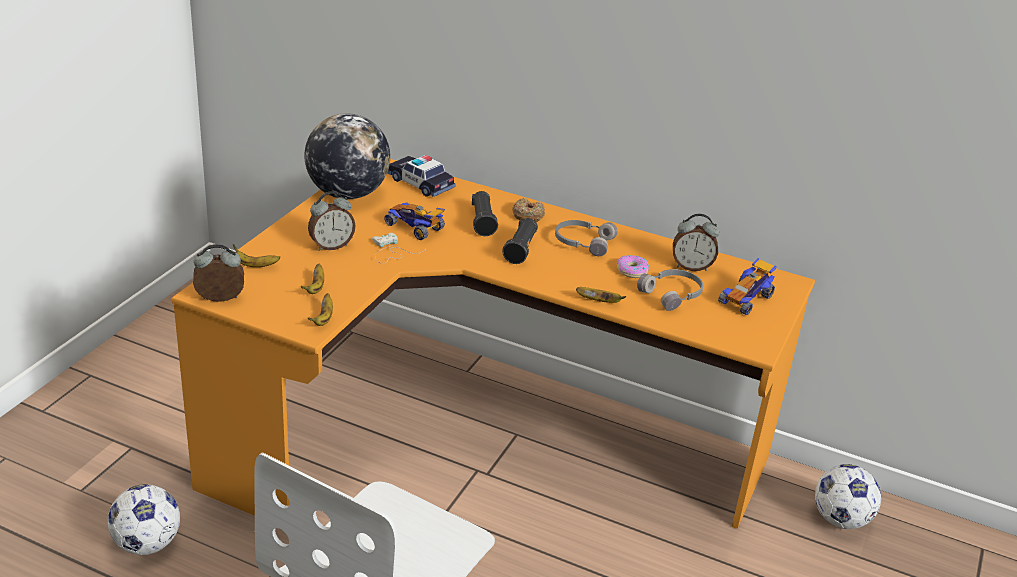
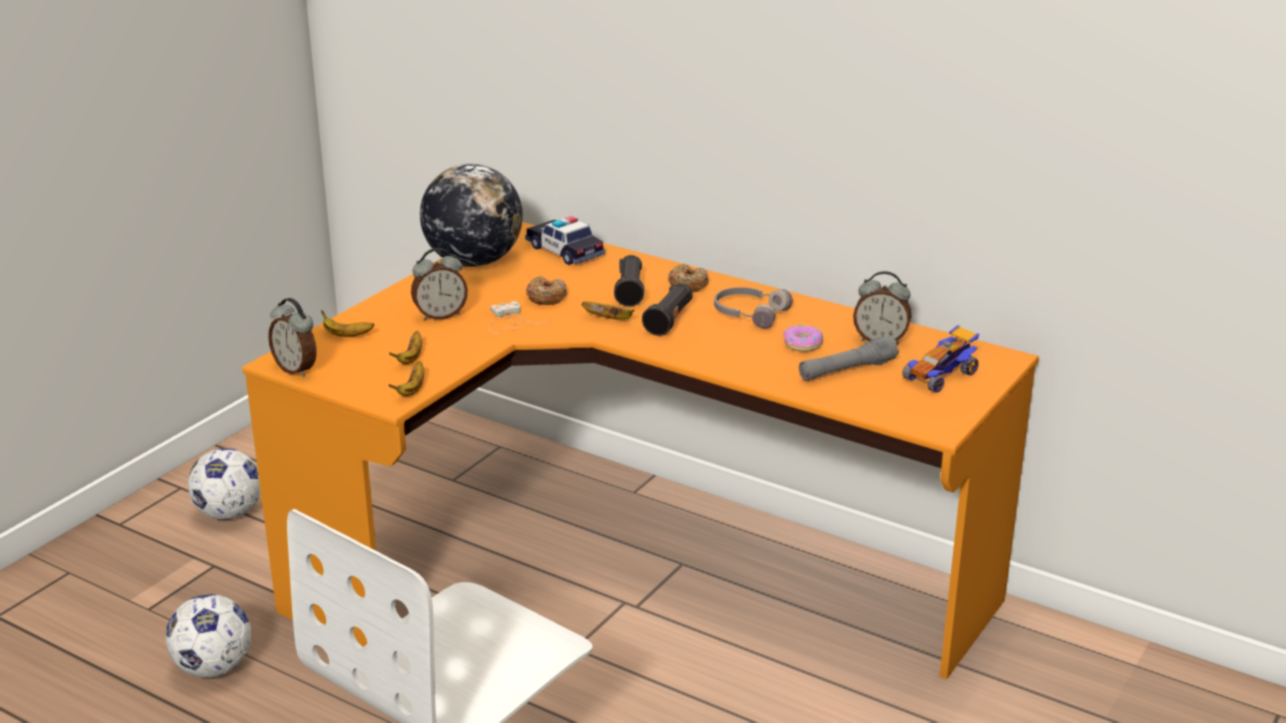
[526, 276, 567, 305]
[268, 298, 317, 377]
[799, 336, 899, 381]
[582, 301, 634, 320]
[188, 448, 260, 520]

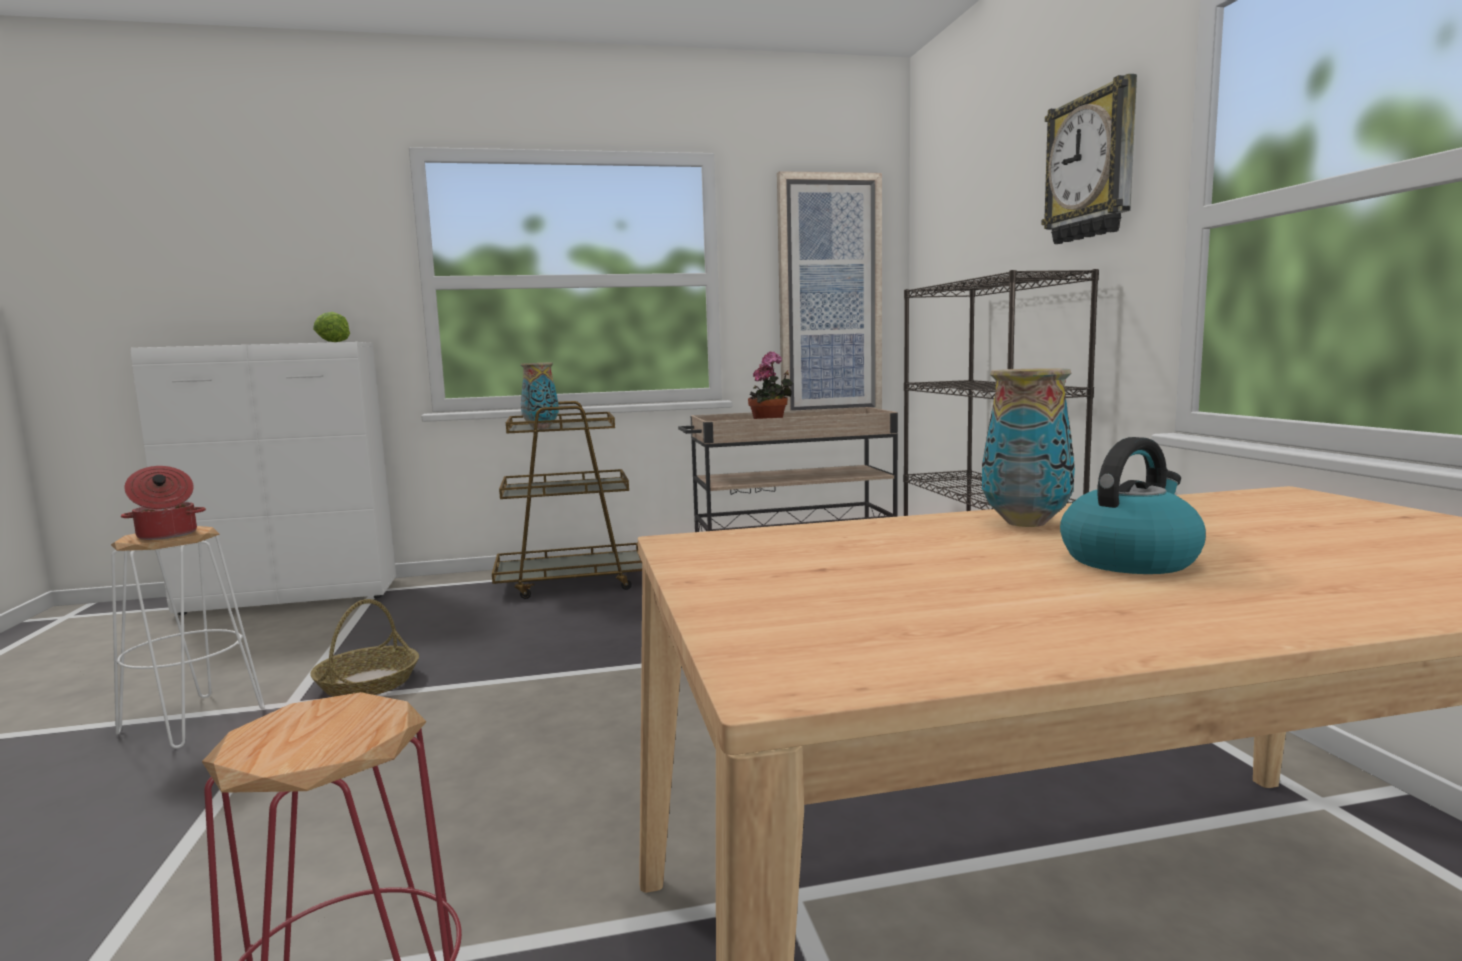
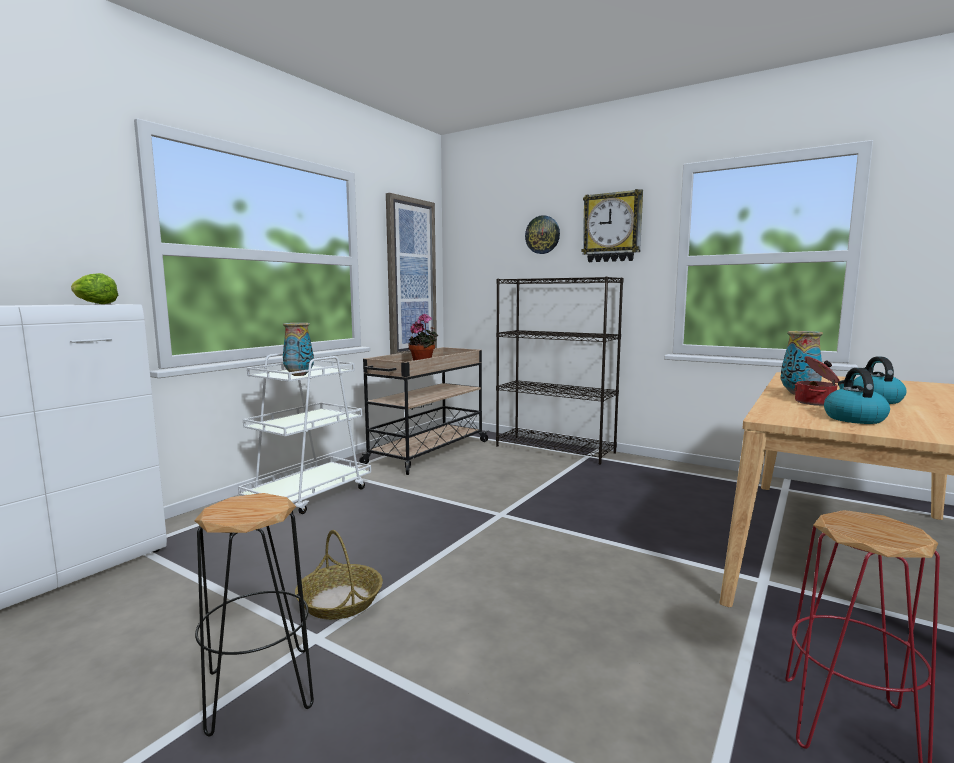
[238, 353, 371, 514]
[794, 356, 839, 406]
[194, 493, 314, 737]
[525, 215, 560, 254]
[824, 368, 890, 424]

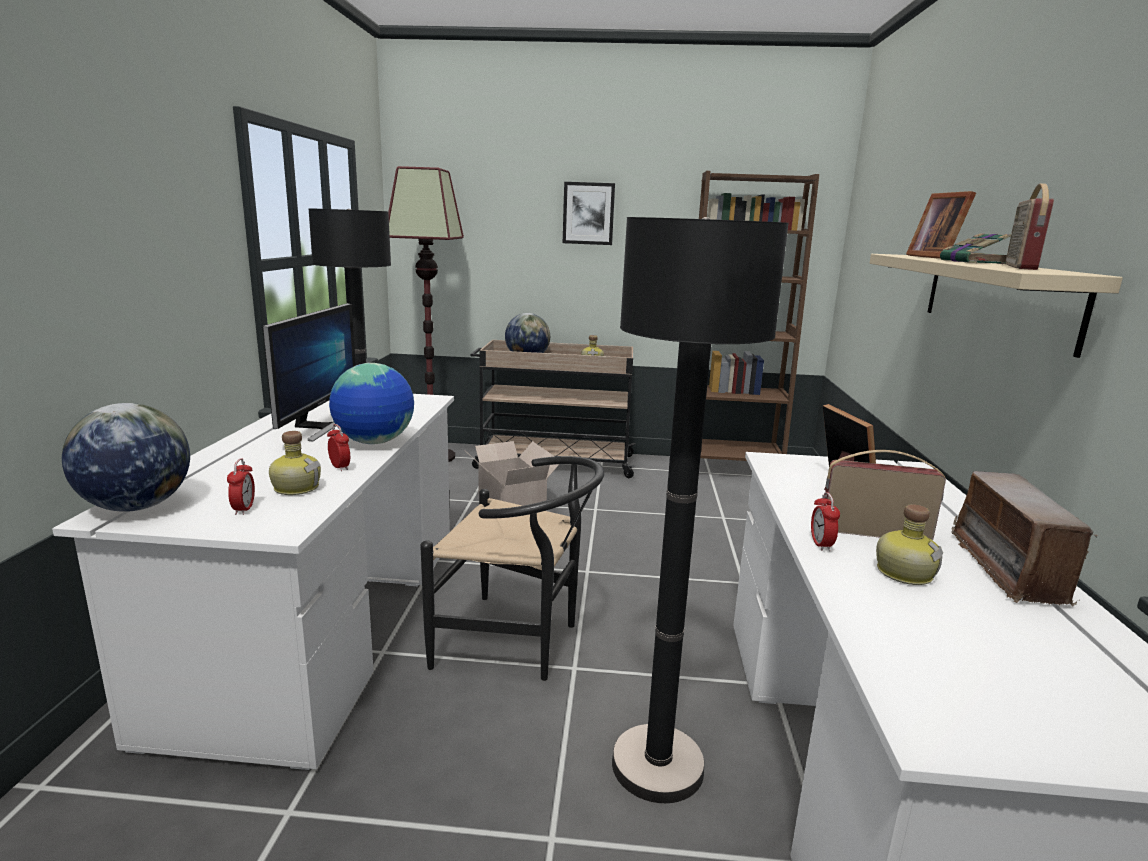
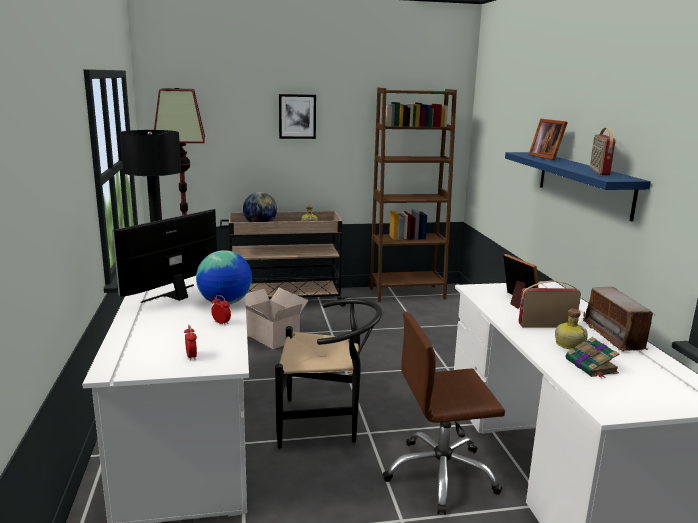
[382, 312, 505, 515]
[565, 337, 619, 378]
[505, 152, 651, 221]
[112, 209, 217, 303]
[62, 403, 190, 512] (first image)
[269, 431, 321, 495] (first image)
[811, 492, 840, 551] (first image)

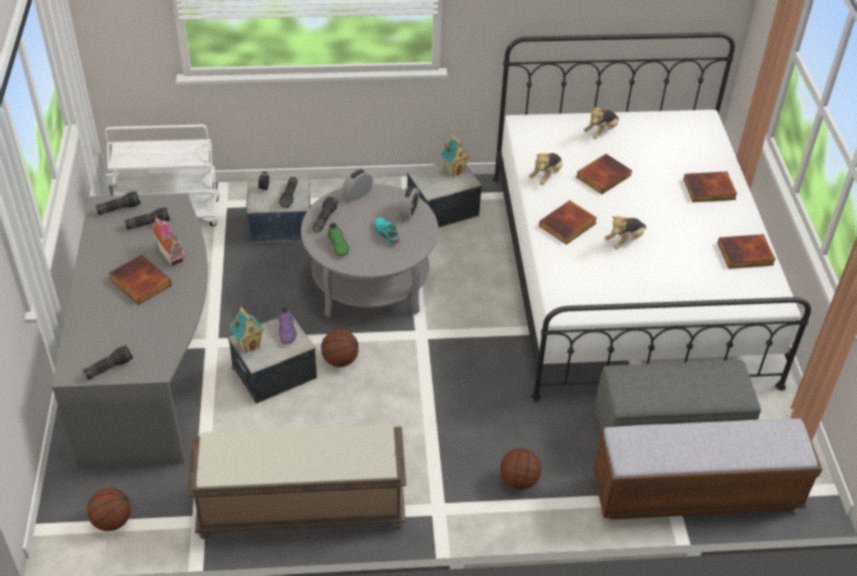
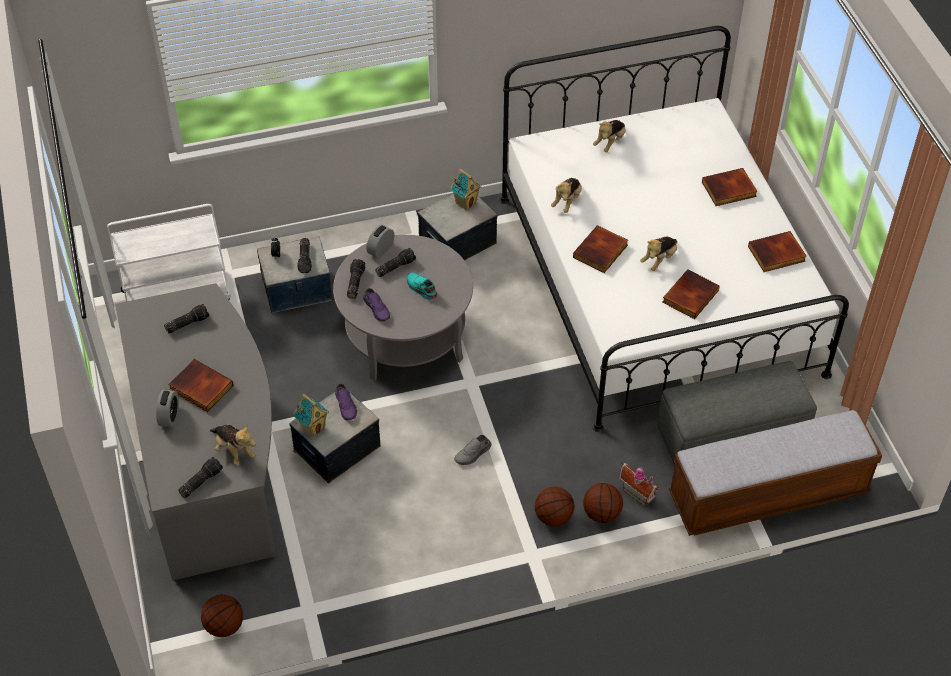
[662, 269, 720, 319]
[156, 390, 179, 427]
[375, 248, 416, 277]
[620, 462, 659, 506]
[363, 288, 390, 322]
[535, 486, 575, 527]
[187, 424, 406, 539] (first image)
[210, 425, 256, 466]
[454, 435, 492, 465]

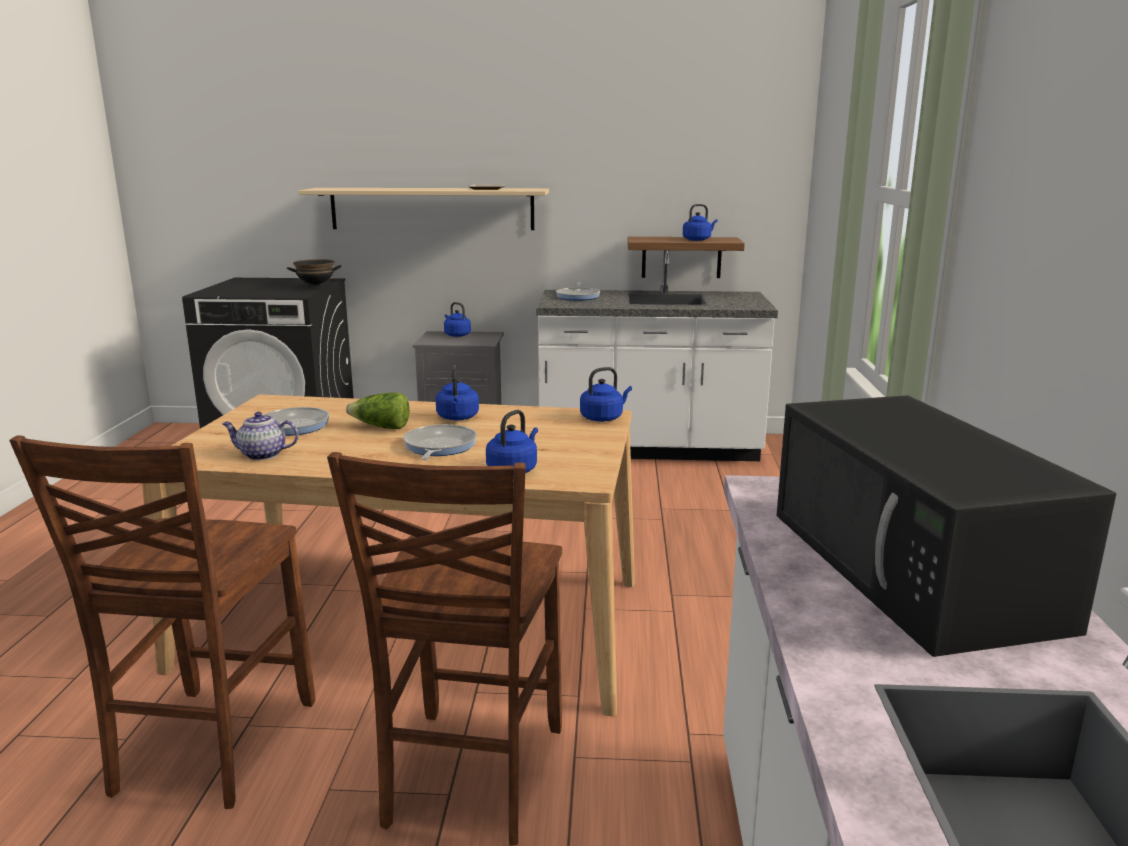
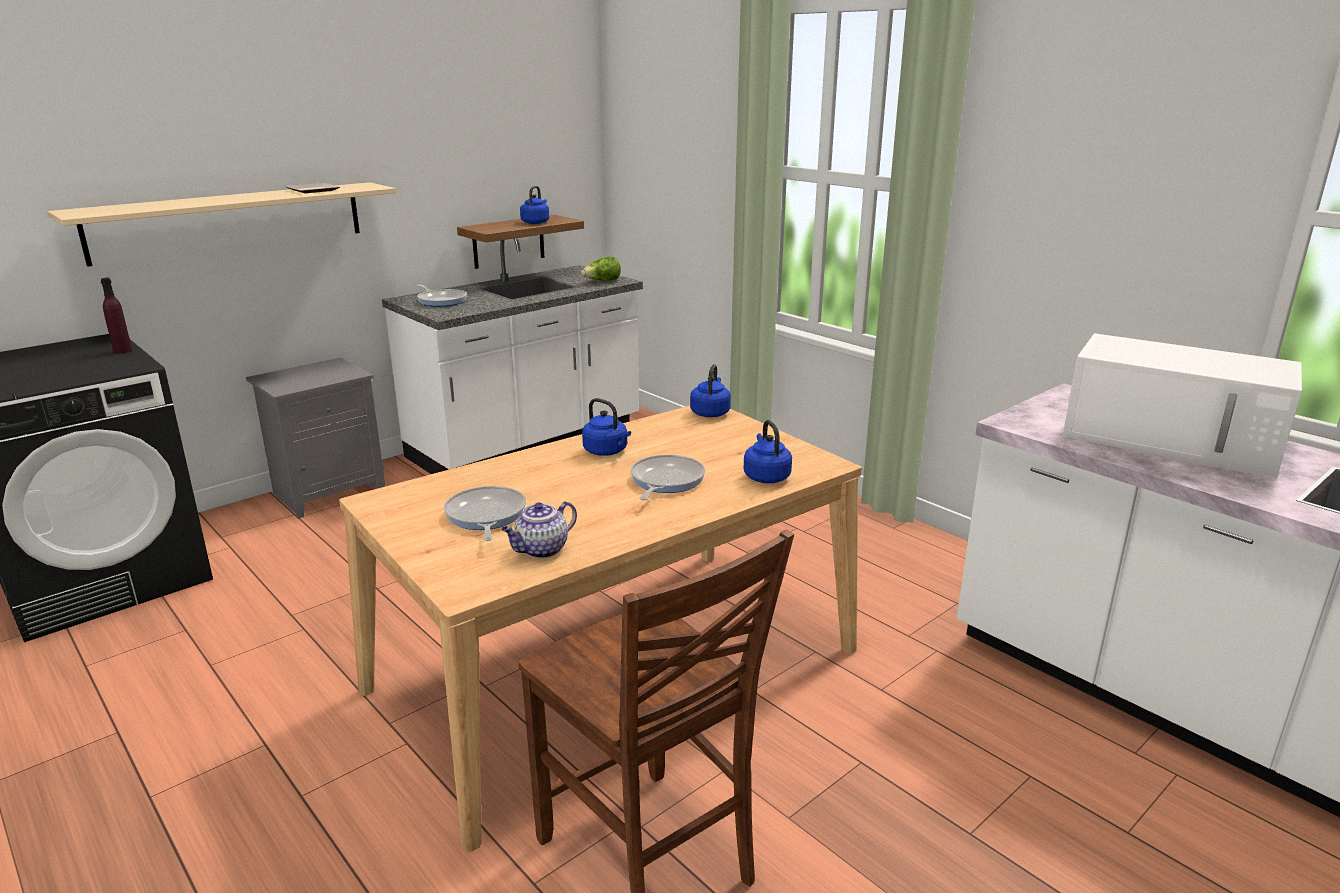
[101, 278, 132, 354]
[444, 302, 471, 337] (first image)
[581, 256, 621, 281]
[1062, 333, 1302, 478]
[630, 455, 705, 500]
[327, 452, 562, 846] (first image)

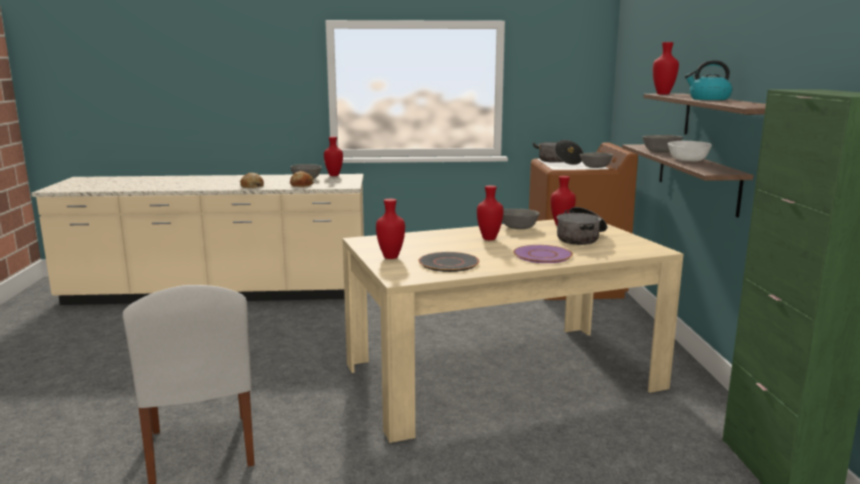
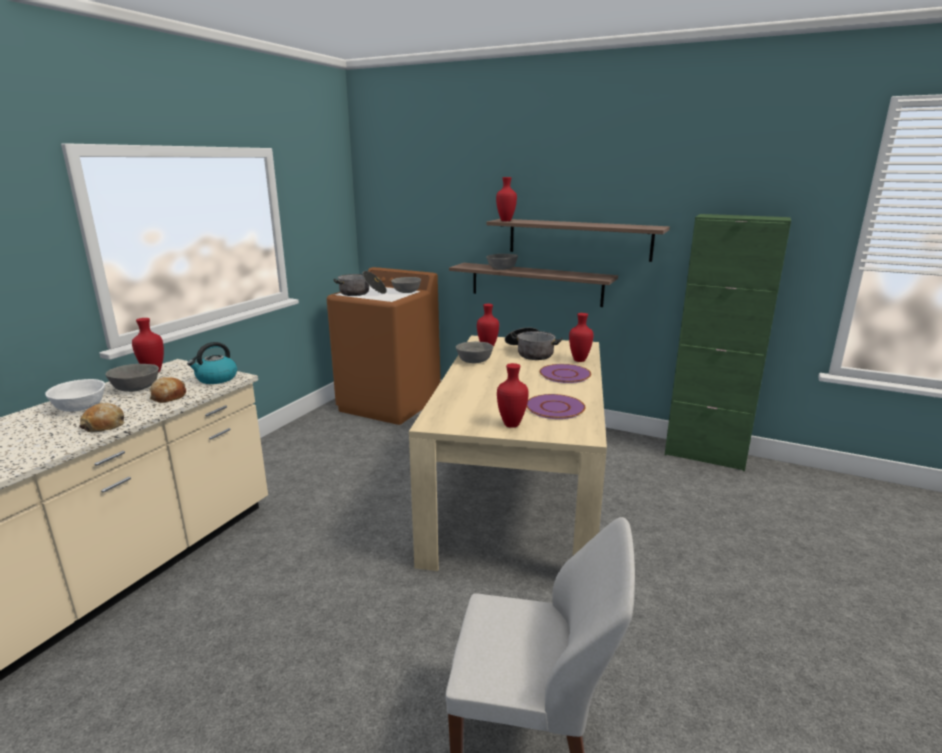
[187, 342, 237, 384]
[45, 379, 105, 412]
[569, 313, 593, 362]
[527, 394, 586, 419]

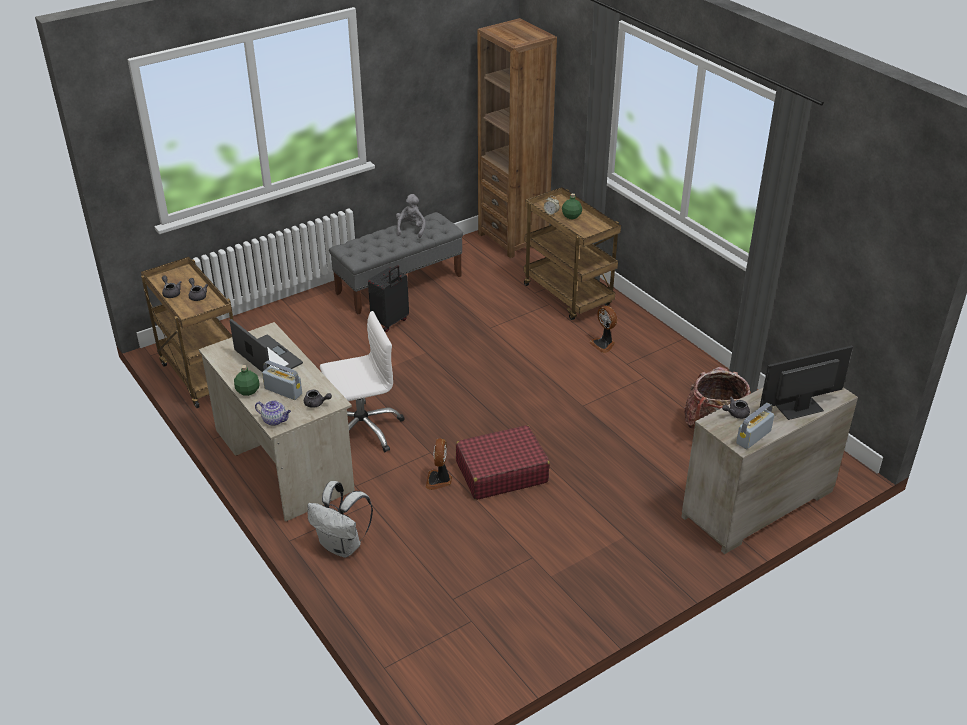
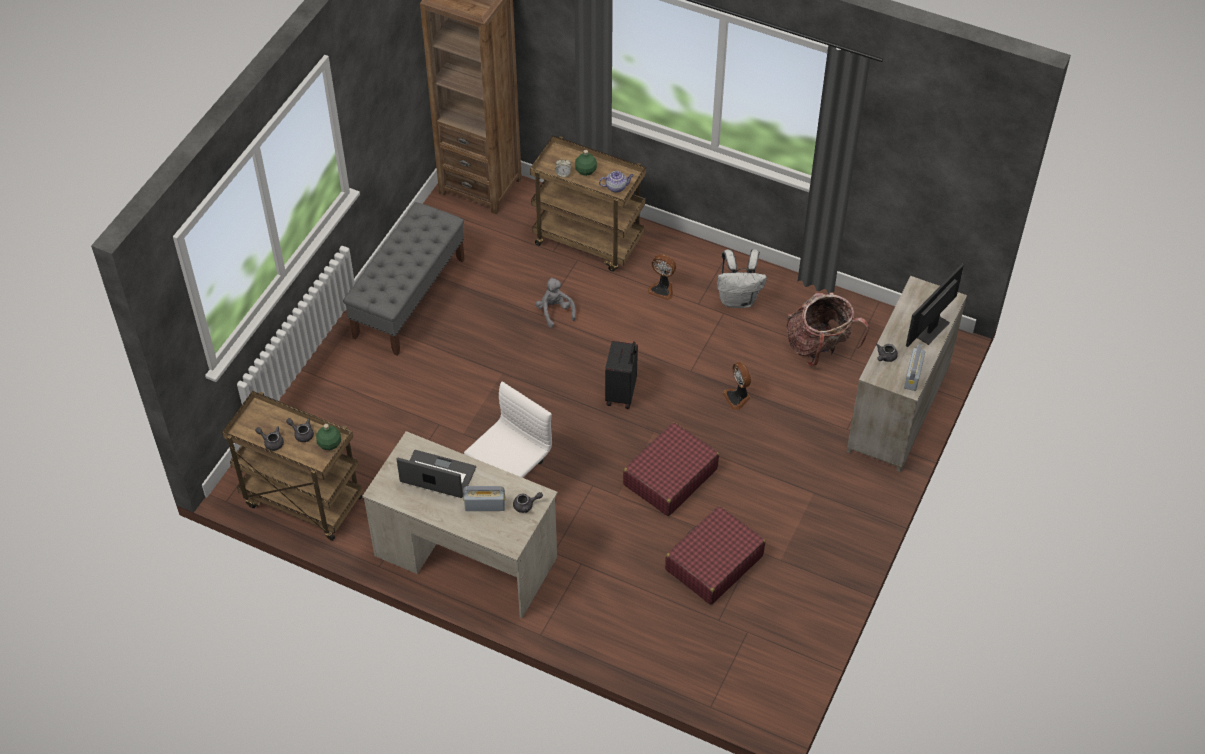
[535, 277, 576, 328]
[605, 341, 638, 409]
[316, 424, 341, 450]
[599, 171, 634, 193]
[723, 362, 751, 410]
[717, 249, 767, 308]
[665, 506, 765, 605]

